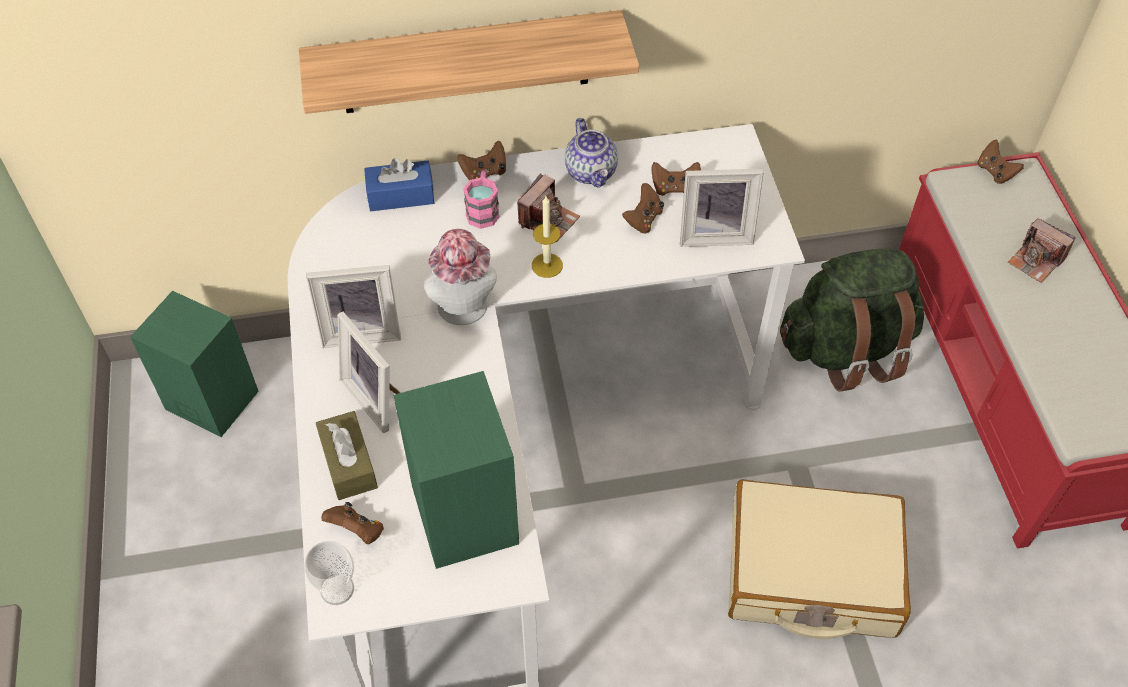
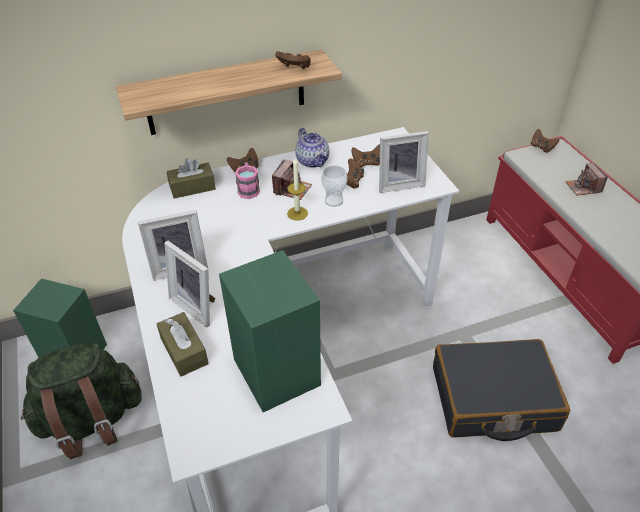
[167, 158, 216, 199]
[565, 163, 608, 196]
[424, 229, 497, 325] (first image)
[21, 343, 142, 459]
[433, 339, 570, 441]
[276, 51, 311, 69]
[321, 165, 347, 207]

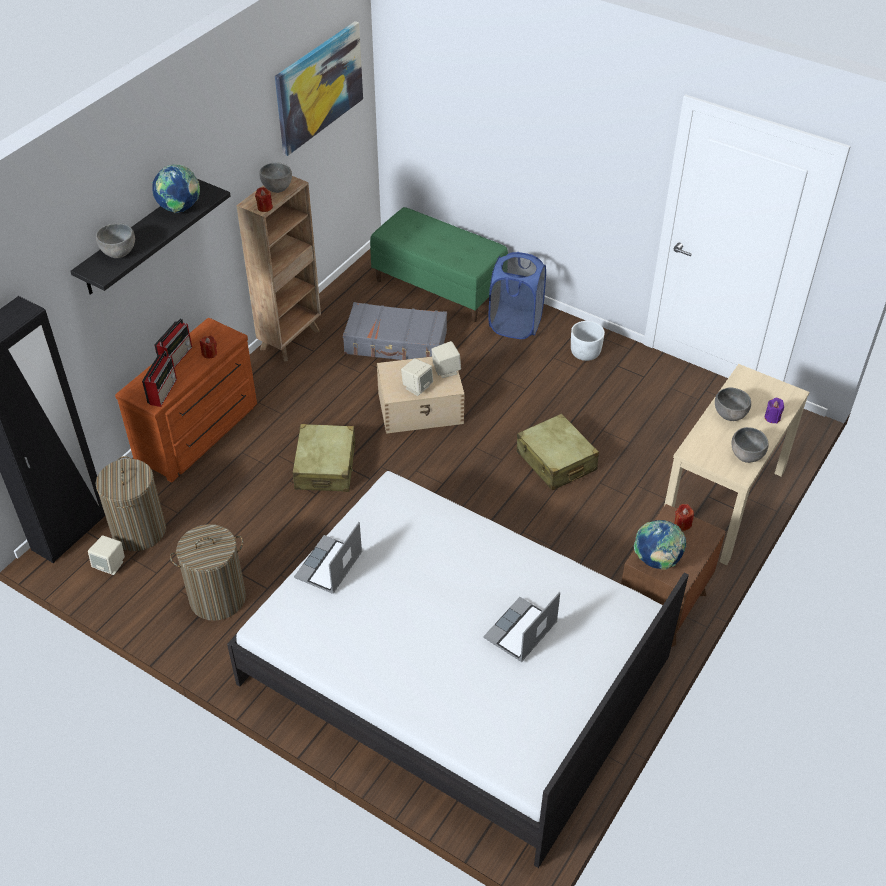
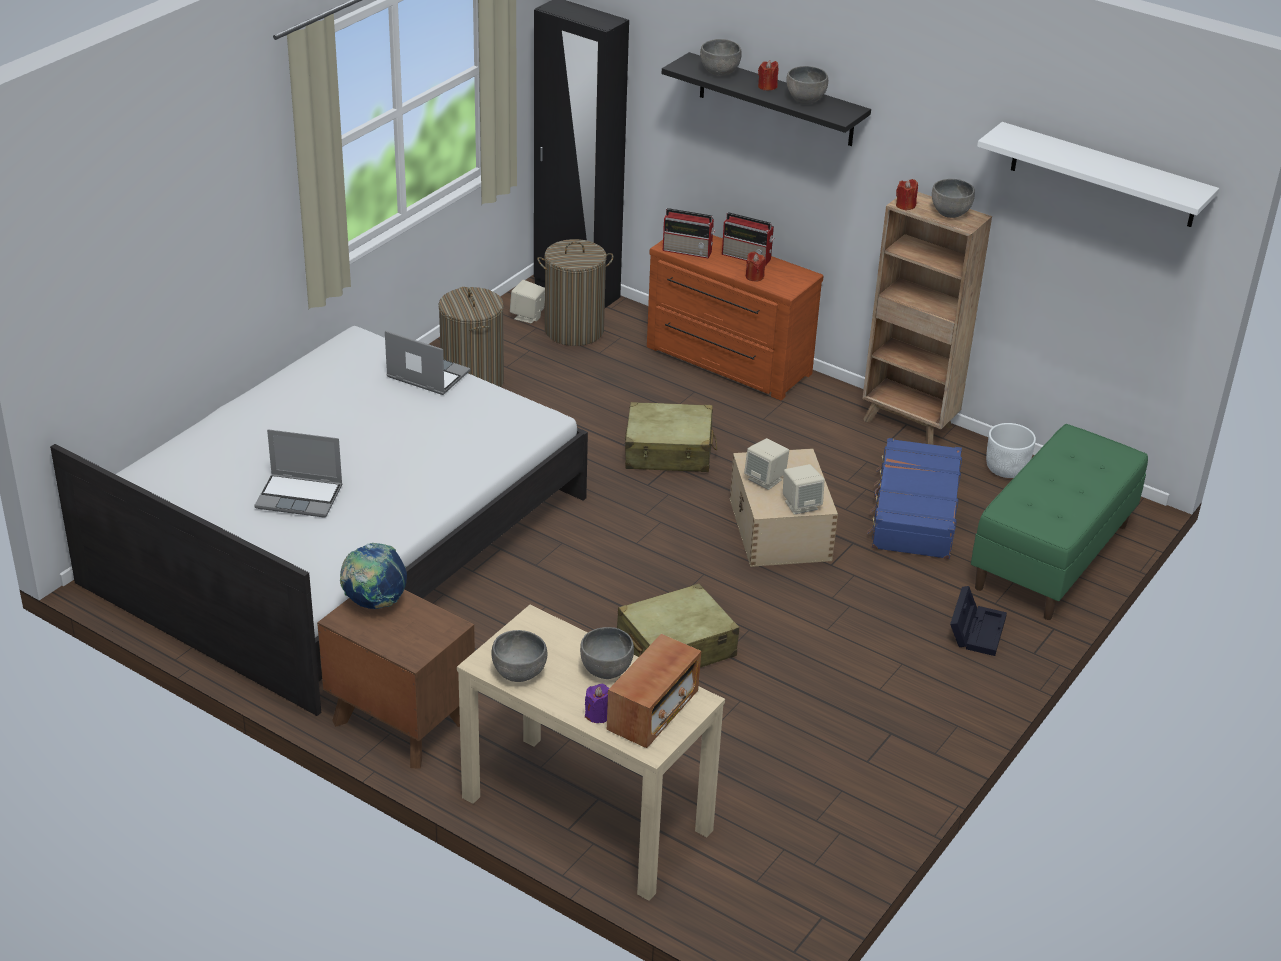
[977, 122, 1219, 227]
[787, 66, 828, 104]
[950, 586, 1007, 656]
[867, 438, 962, 559]
[986, 423, 1036, 478]
[758, 60, 778, 90]
[254, 429, 343, 518]
[607, 634, 701, 748]

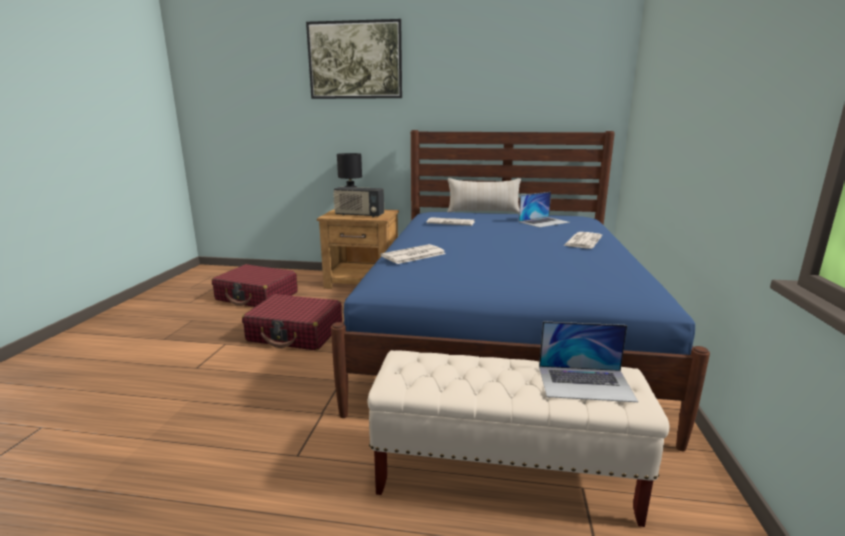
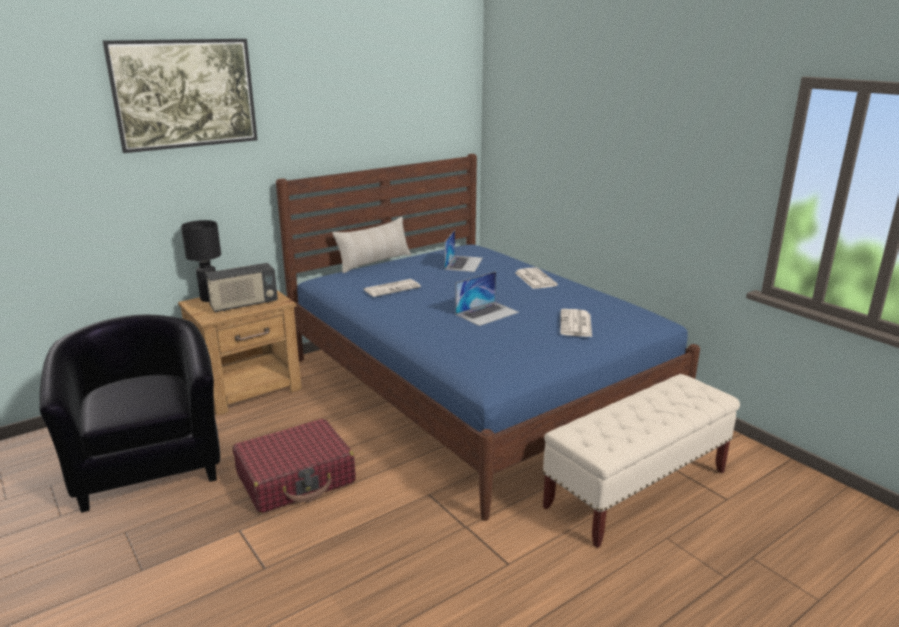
[560, 309, 592, 337]
[39, 315, 220, 513]
[455, 271, 519, 326]

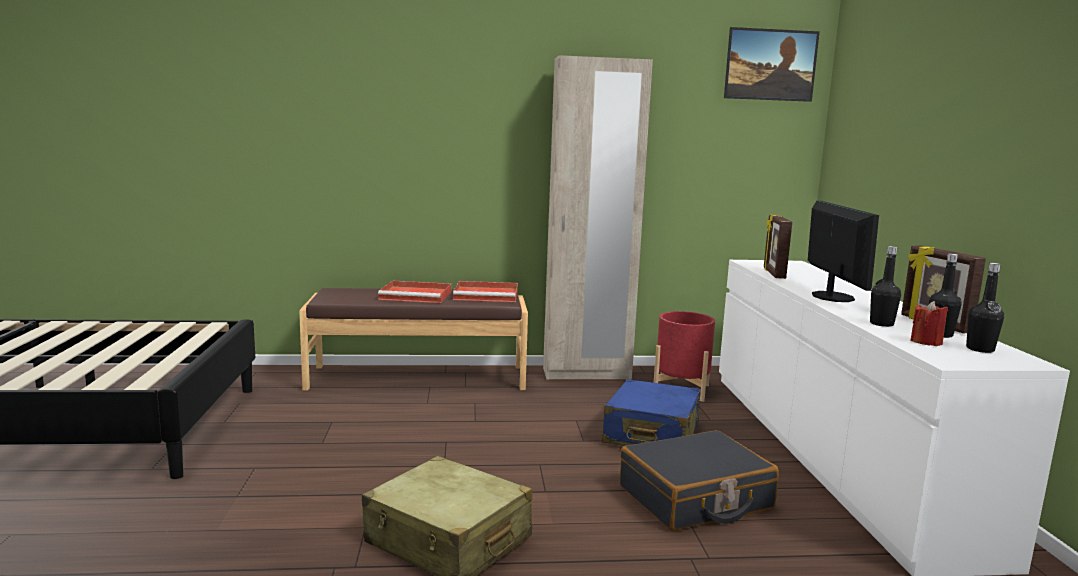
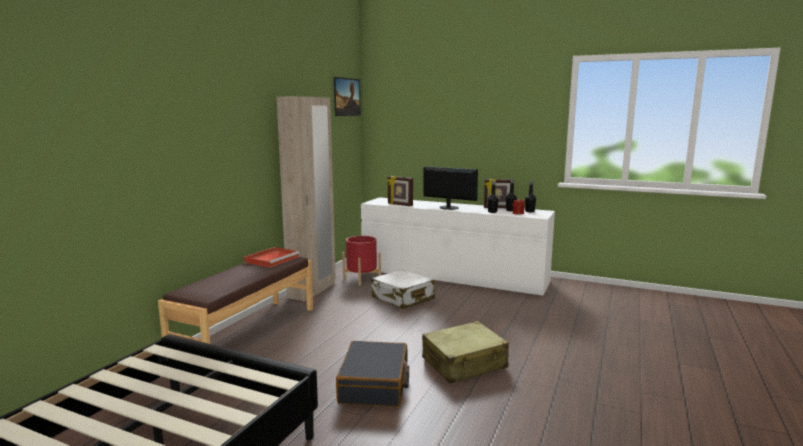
[378, 281, 451, 303] (first image)
[371, 270, 435, 309]
[336, 341, 409, 407]

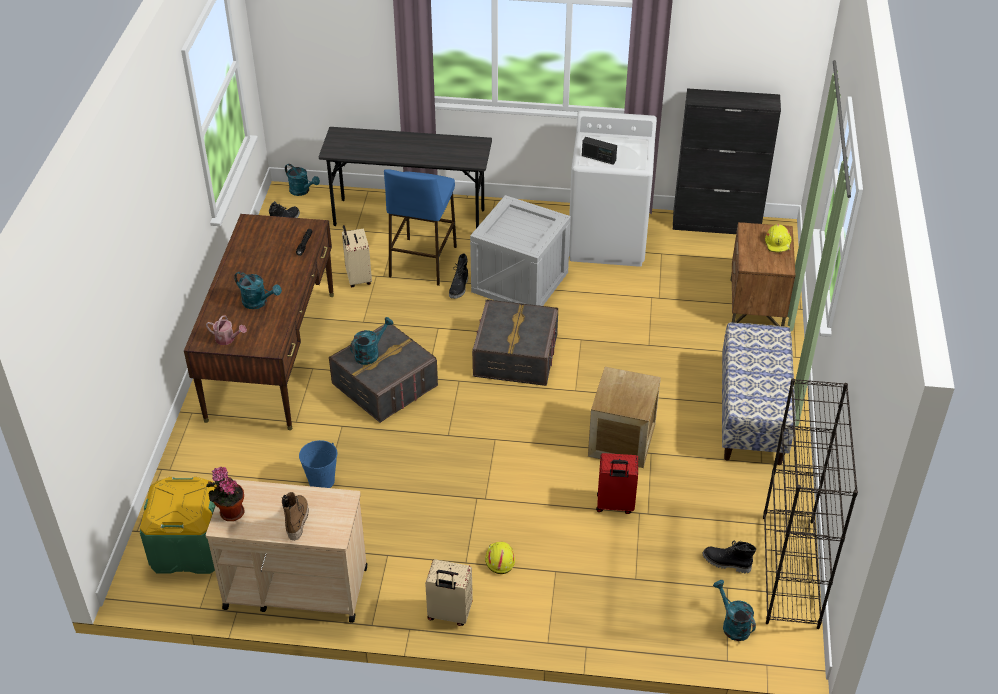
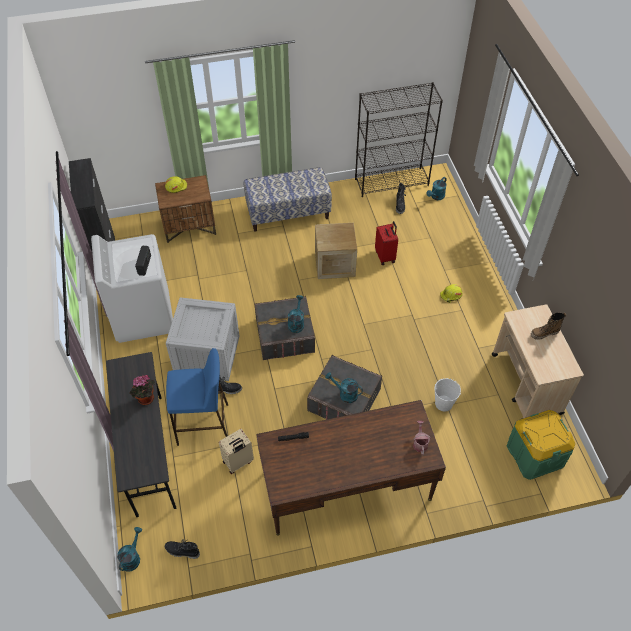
[288, 295, 304, 333]
[434, 378, 461, 411]
[129, 375, 155, 405]
[425, 559, 473, 626] (first image)

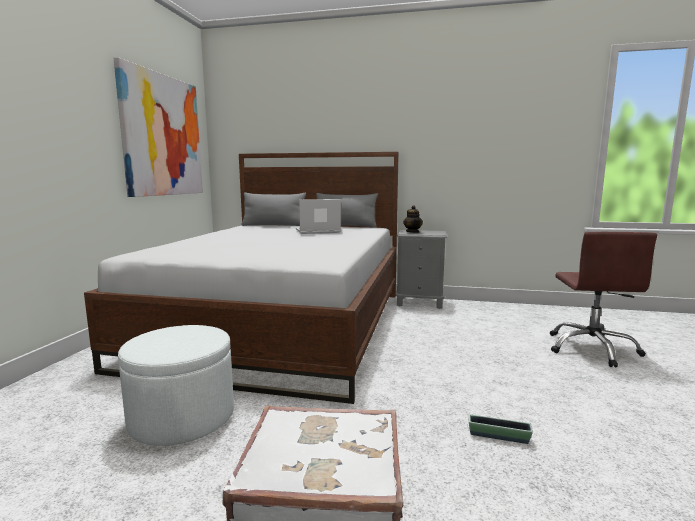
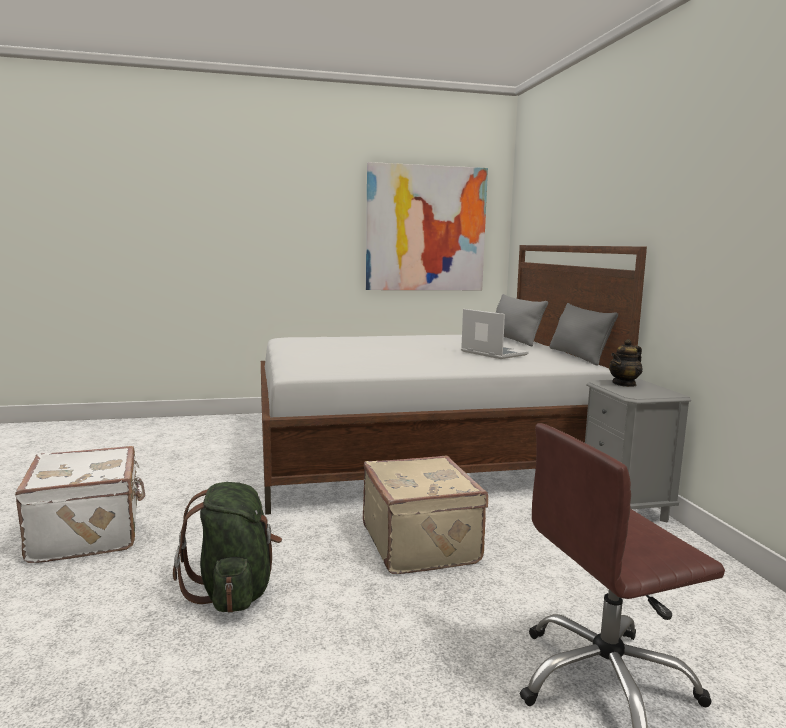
[118, 325, 234, 446] (first image)
[173, 482, 282, 613]
[363, 455, 488, 574]

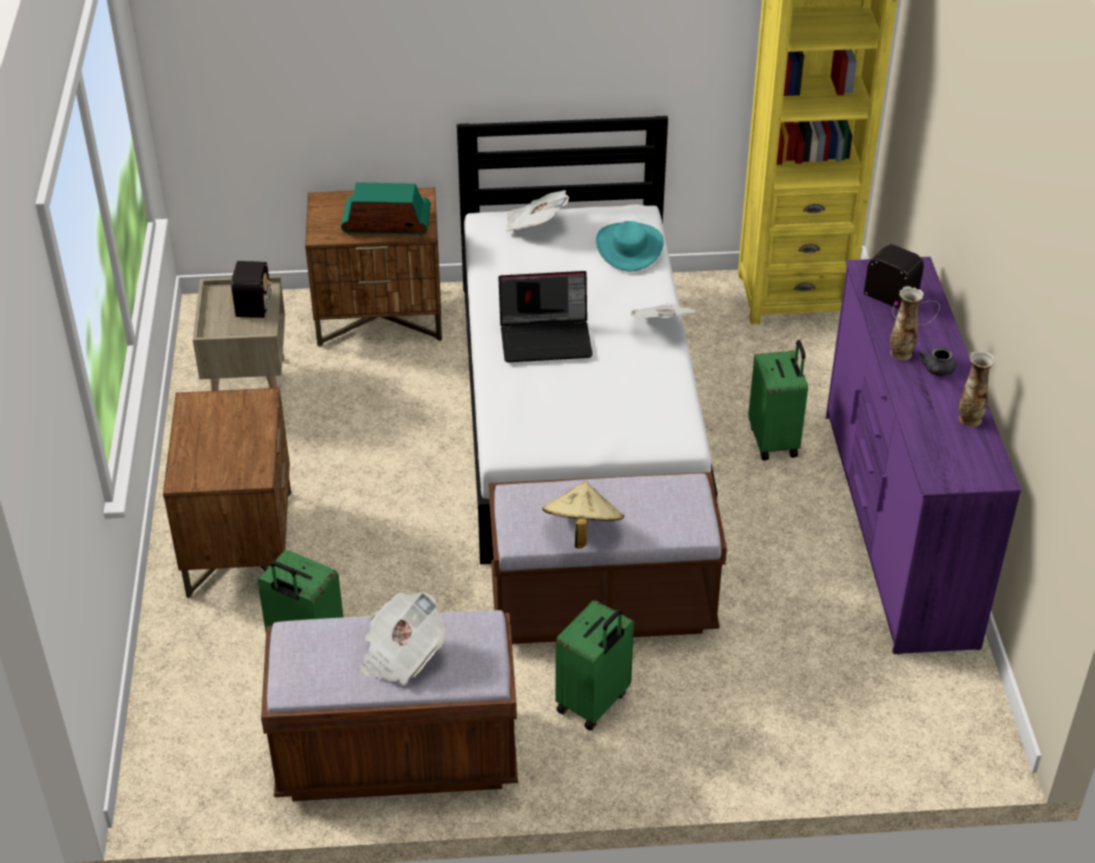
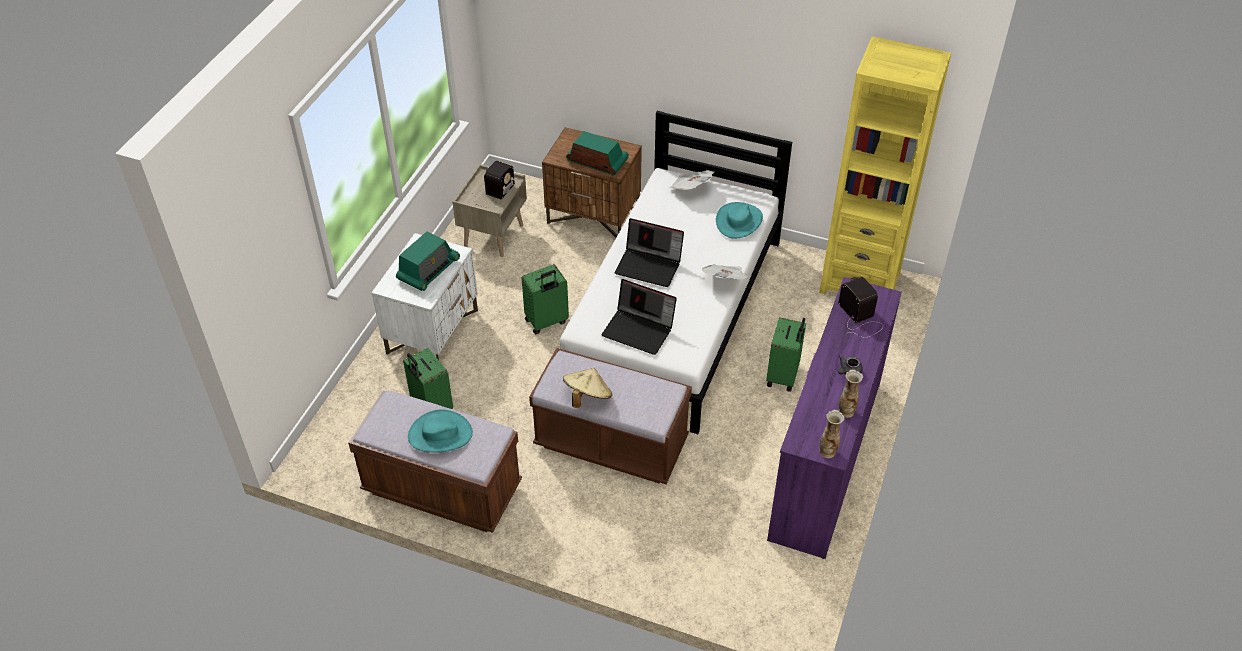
[819, 410, 845, 458]
[372, 233, 478, 360]
[408, 409, 473, 452]
[522, 264, 569, 334]
[396, 231, 460, 291]
[602, 279, 677, 355]

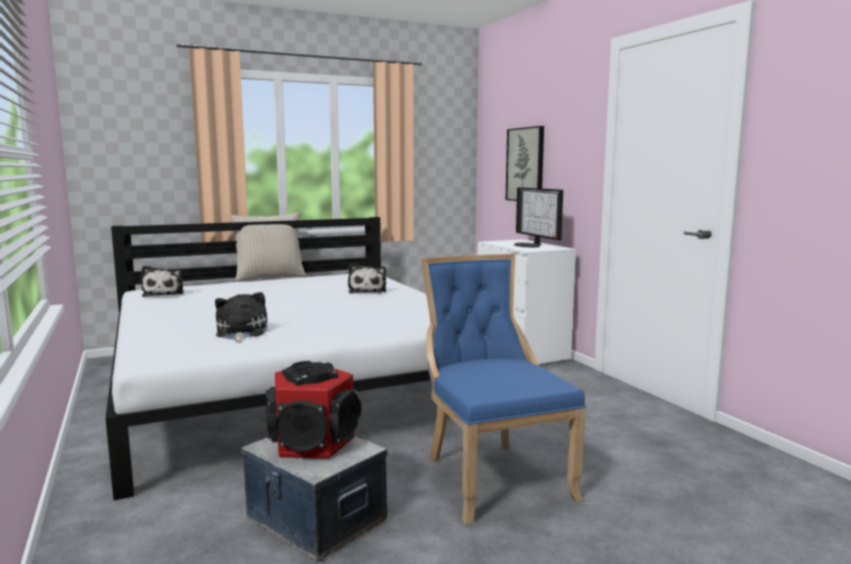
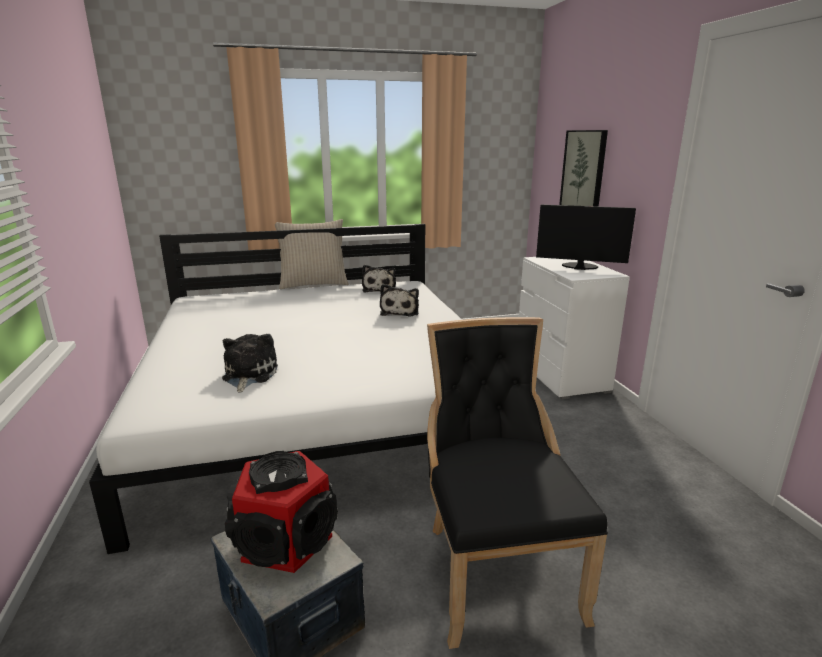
[536, 204, 636, 270]
[427, 317, 608, 649]
[362, 265, 396, 293]

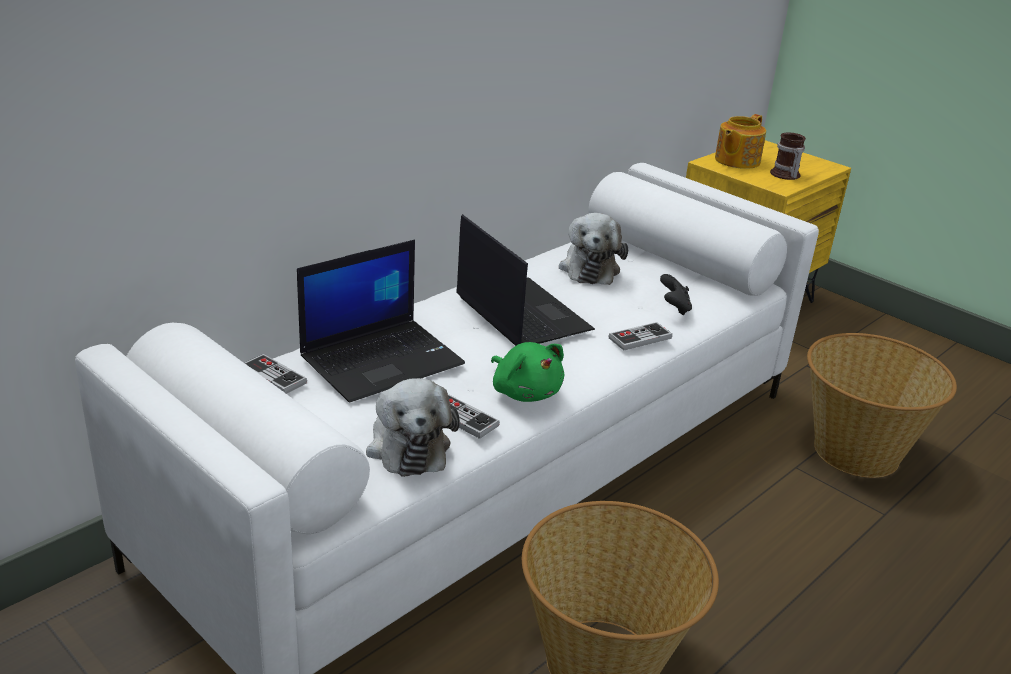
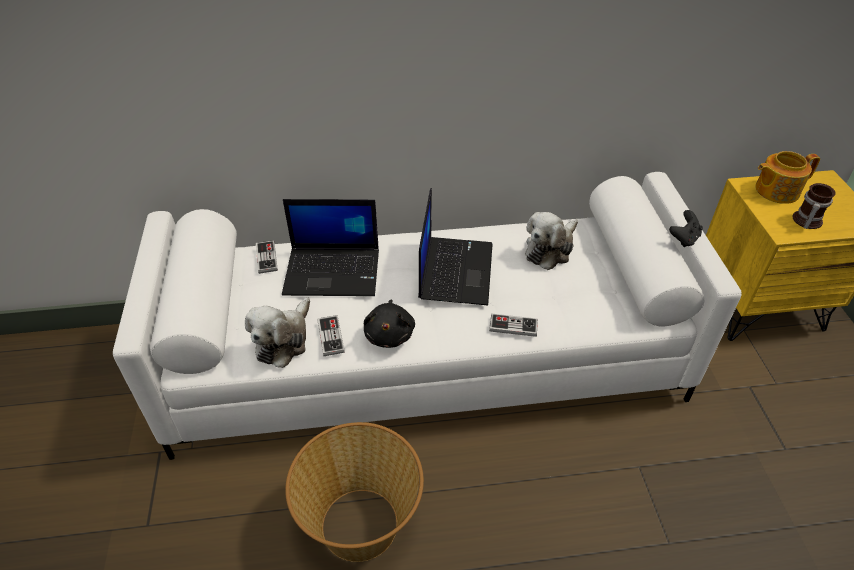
[669, 210, 703, 248]
[807, 333, 957, 478] (first image)
[364, 300, 415, 348]

